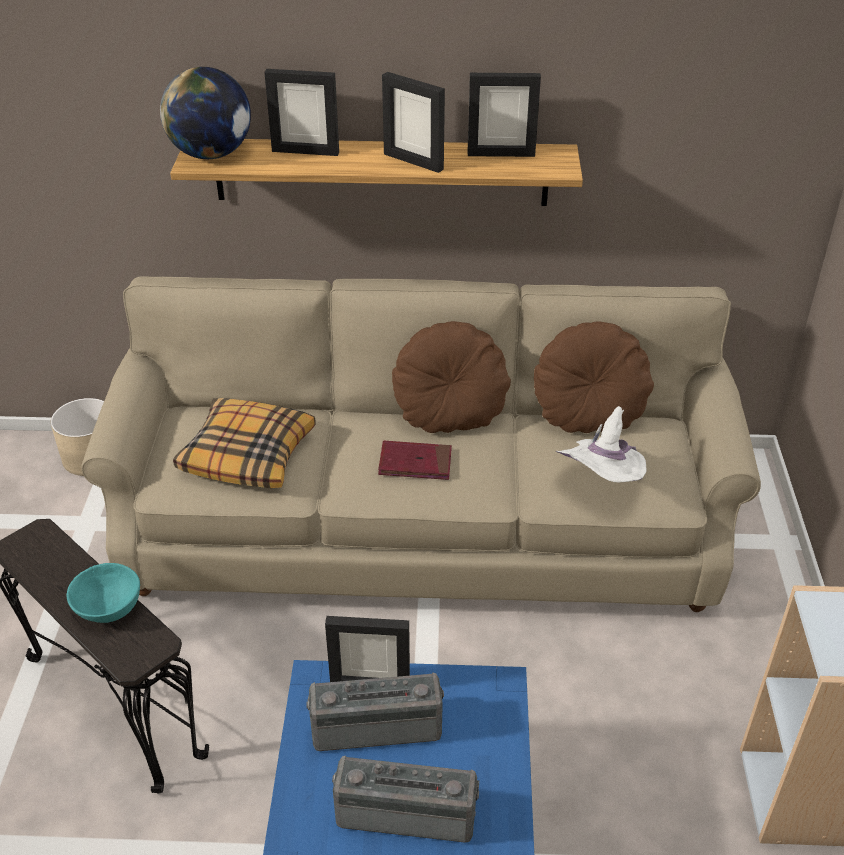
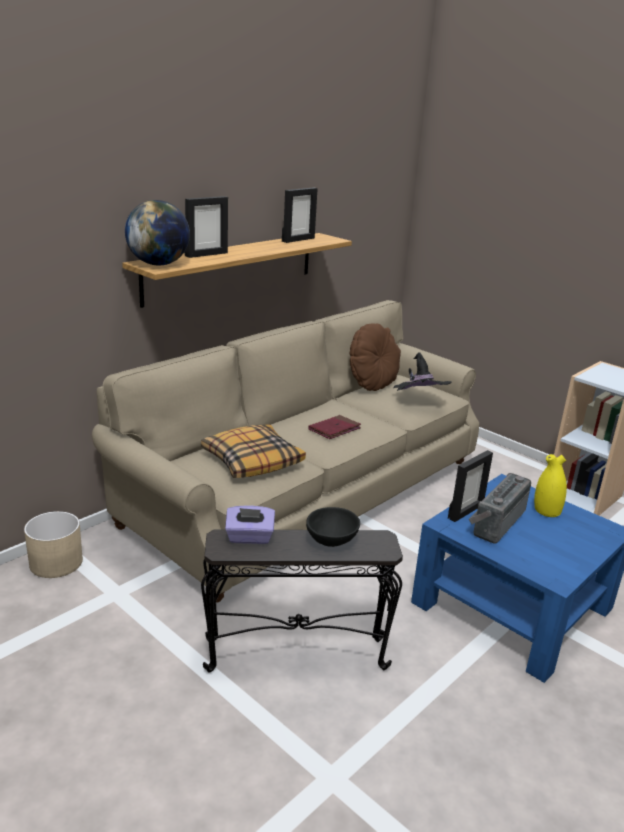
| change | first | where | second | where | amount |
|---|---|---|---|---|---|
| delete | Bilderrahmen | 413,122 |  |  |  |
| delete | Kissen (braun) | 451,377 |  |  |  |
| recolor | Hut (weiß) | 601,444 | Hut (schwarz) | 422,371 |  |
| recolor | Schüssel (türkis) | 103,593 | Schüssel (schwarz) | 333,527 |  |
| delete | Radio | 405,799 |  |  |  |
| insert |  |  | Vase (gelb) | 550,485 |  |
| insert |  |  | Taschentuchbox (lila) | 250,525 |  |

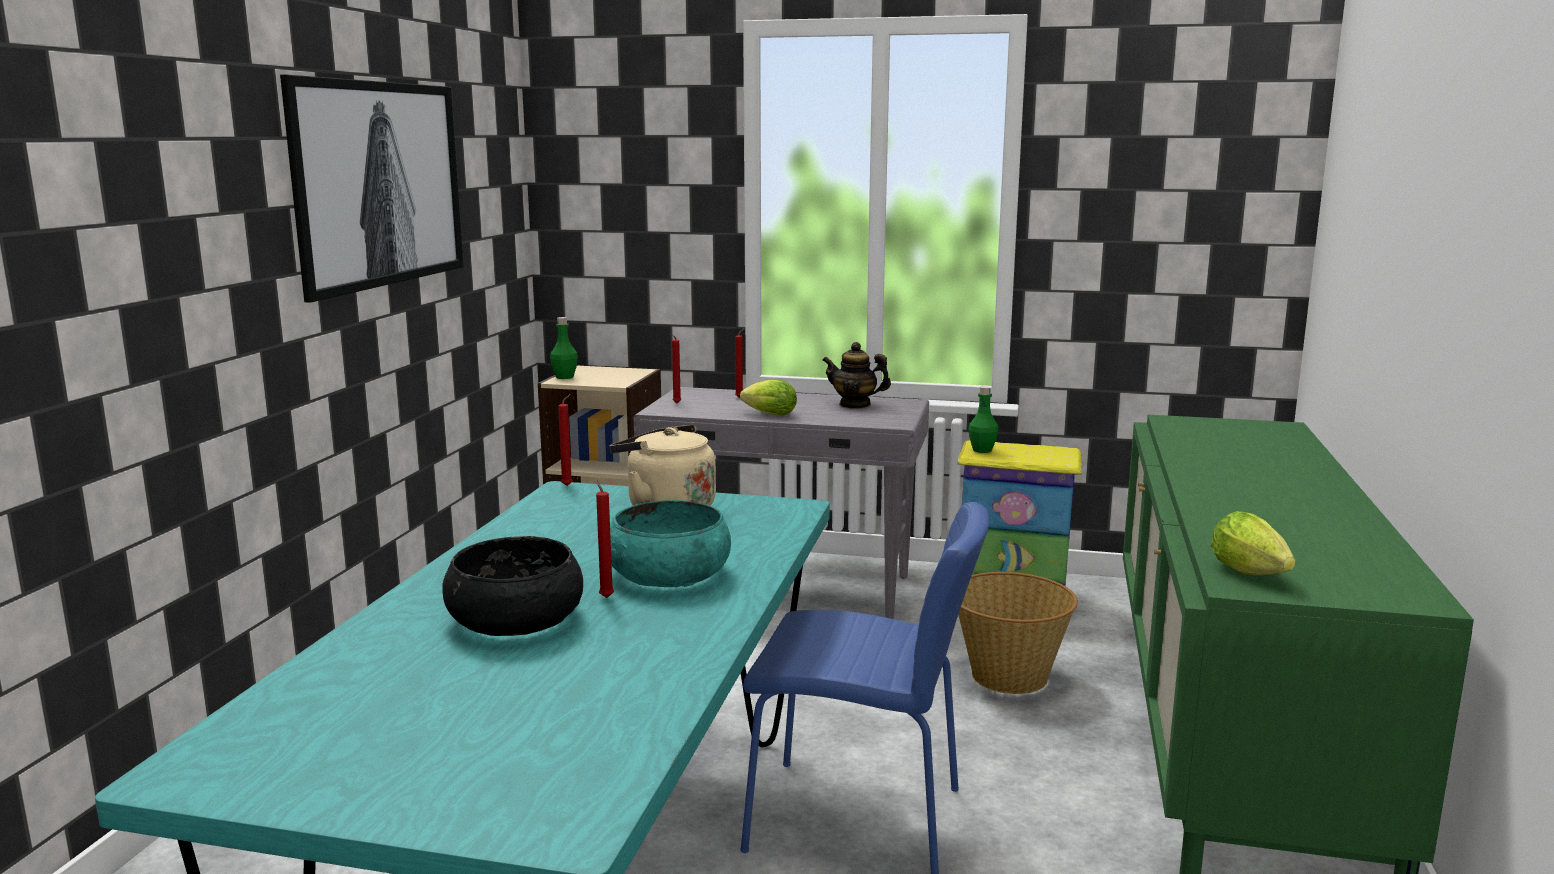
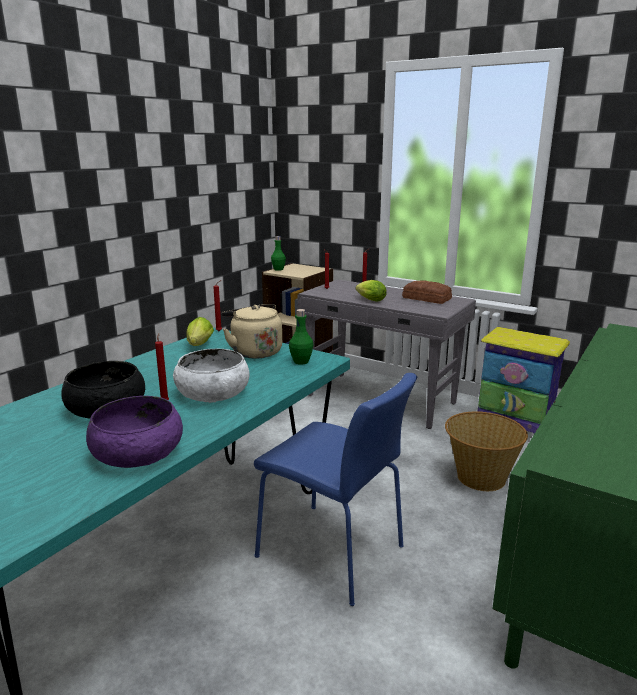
| change | first | where | second | where | amount |
|---|---|---|---|---|---|
| delete | Bild | 372,188 |  |  |  |
| replace | Teekanne | 856,375 | Brot | 427,292 |  |
| move | Flasche (grün) | 983,419 |  | 301,337 |  |
| recolor | Schüssel (türkis) | 670,543 | Schüssel (weiß) | 211,376 |  |
| move | Salatkopf | 1253,543 |  | 200,331 |  |
| insert |  |  | Schüssel (lila) | 134,432 |  |

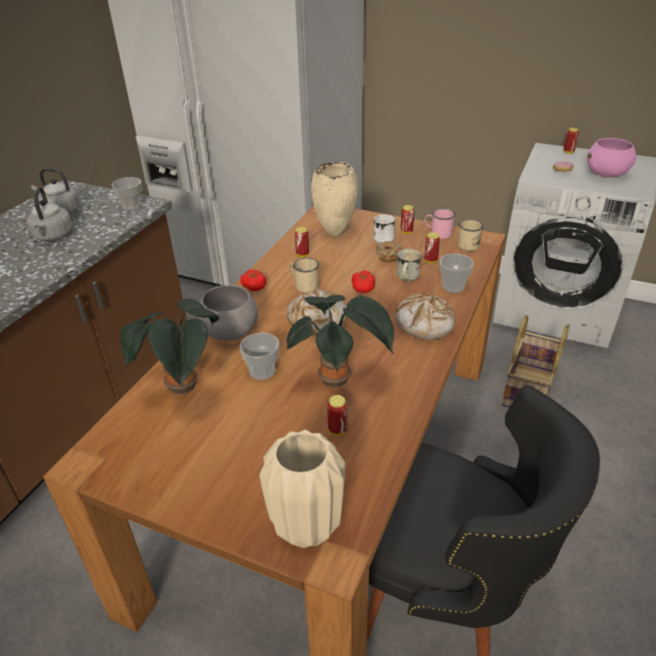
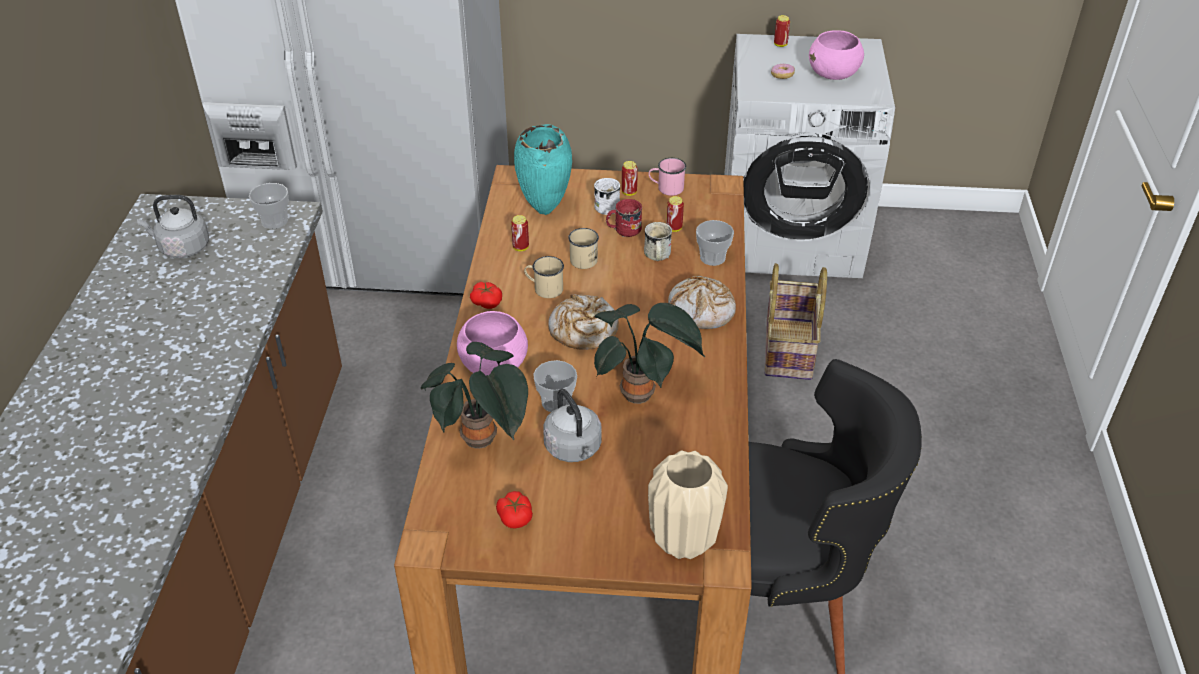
| change | first | where | second | where | amount |
|---|---|---|---|---|---|
| recolor | Vase (beige) | 334,199 | Vase (türkis) | 543,169 |  |
| move | Wasserkessel (grau) | 49,214 |  | 572,425 |  |
| move | Henkelbecher (beige) | 470,235 |  | 583,248 |  |
| replace | Donut | 389,251 | Henkelbecher (rot) | 624,218 |  |
| move | Tomate | 363,281 |  | 514,509 |  |
| recolor | Schüssel (grau) | 227,313 | Schüssel (rosa) | 492,343 |  |
| delete | Dose | 337,415 |  |  |  |

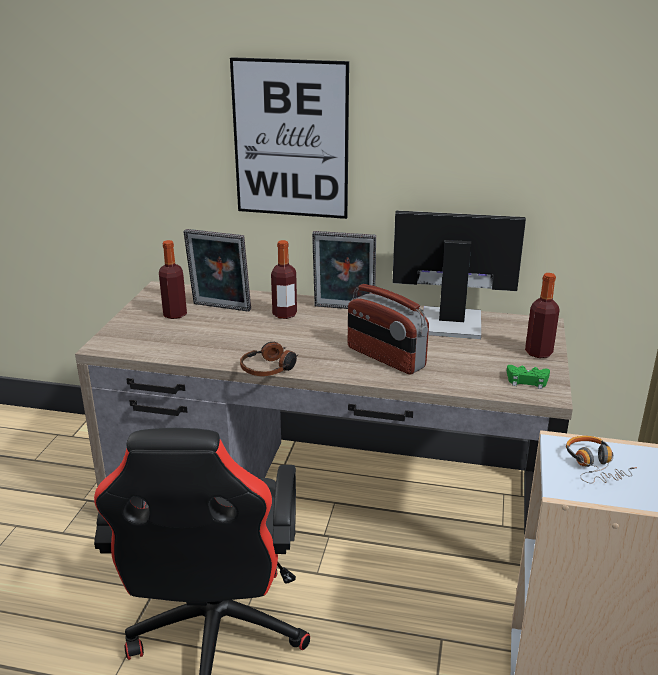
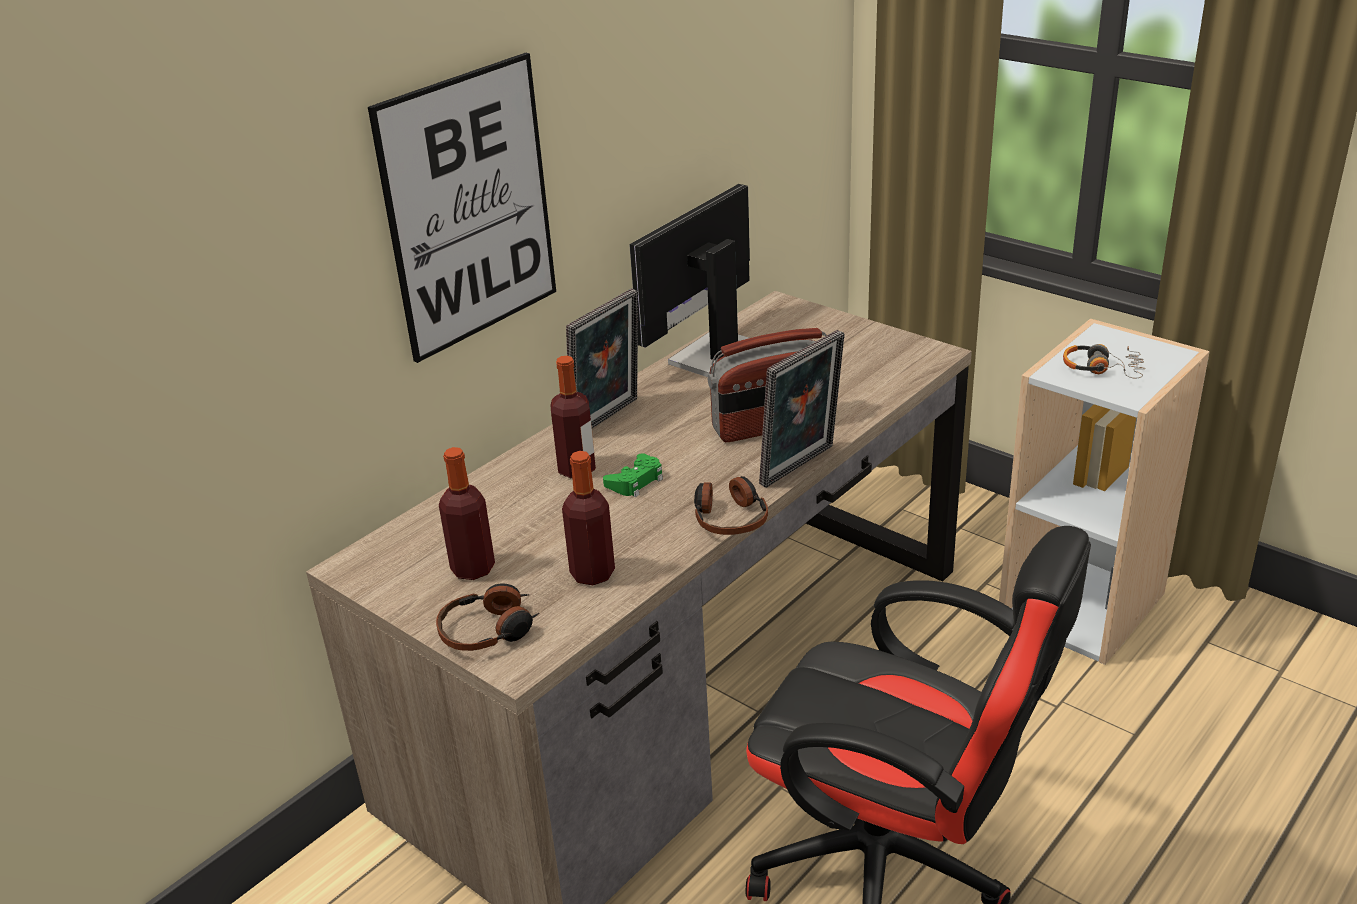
| change | first | where | second | where | amount |
|---|---|---|---|---|---|
| move | Bilderrahmen | 217,270 |  | 802,409 |  |
| move | Flasche | 542,315 |  | 588,518 |  |
| move | Gamepad (grün) | 528,377 |  | 633,475 |  |
| insert |  |  | Kopfhörer | 487,617 |  |

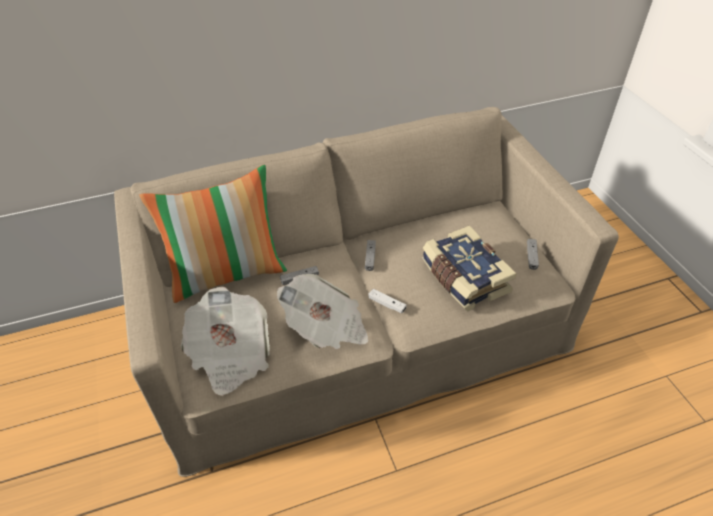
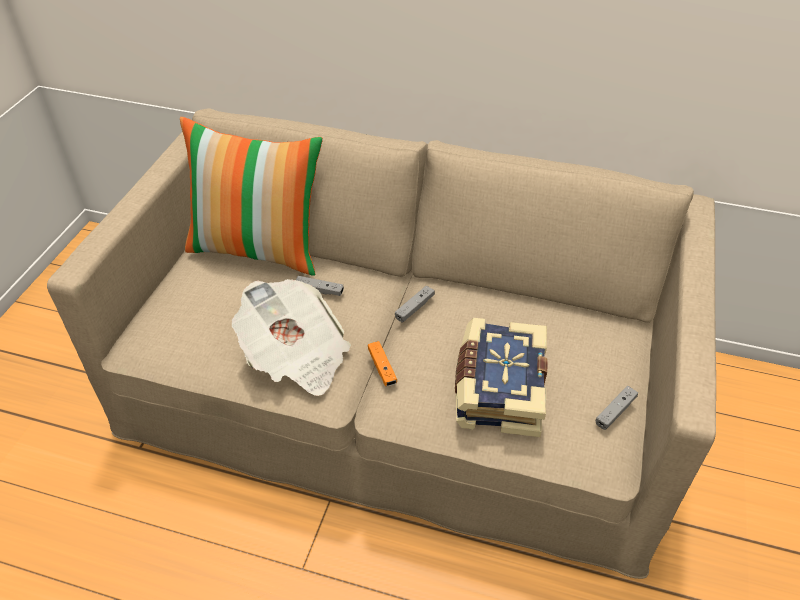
| change | first | where | second | where | amount |
|---|---|---|---|---|---|
| delete | Zeitung | 225,341 |  |  |  |
| recolor | Gamepad (weiß) | 387,301 | Gamepad (orange) | 382,363 |  |

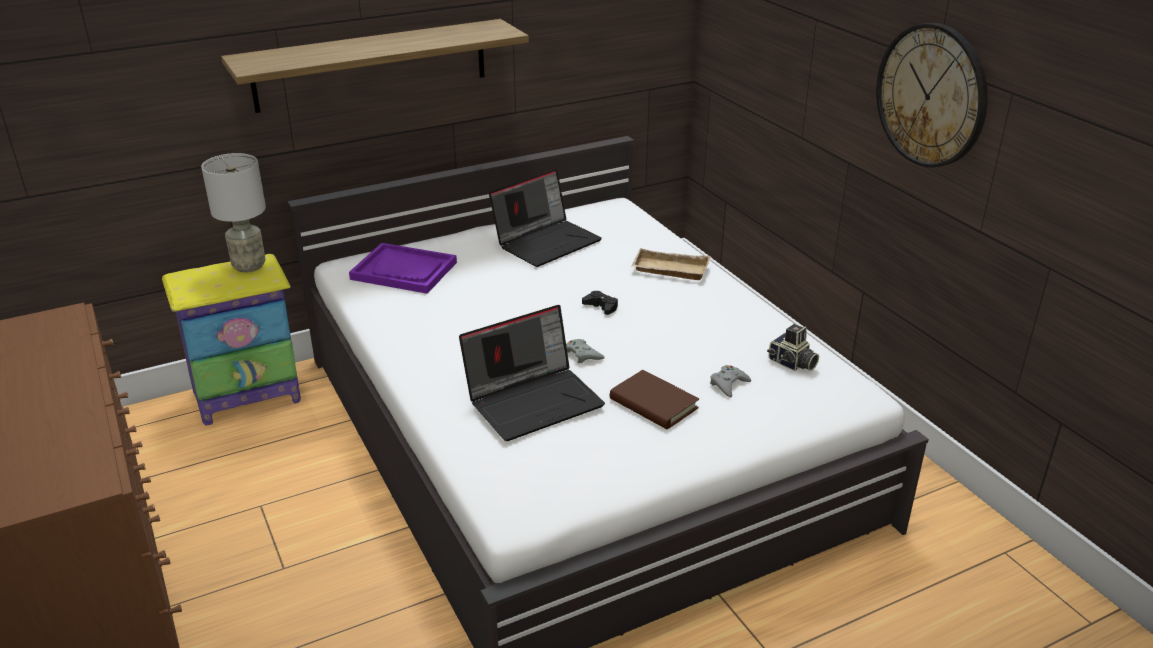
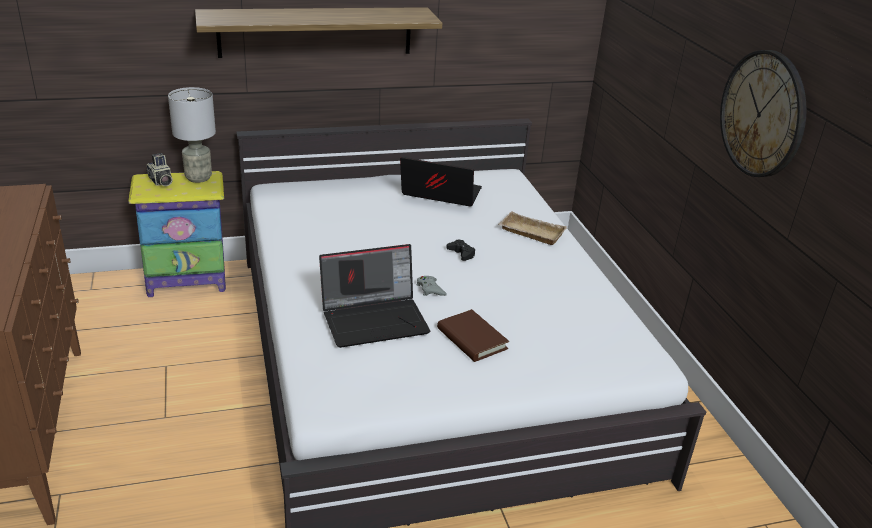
| change | first | where | second | where | amount |
|---|---|---|---|---|---|
| rotate | Laptop | 545,218 |  | 441,181 | 135 degrees counterclockwise |
| delete | Tablett (lila) | 403,268 |  |  |  |
| move | Kamera | 793,347 |  | 159,169 |  |
| delete | Gamepad (grau) | 730,381 |  |  |  |

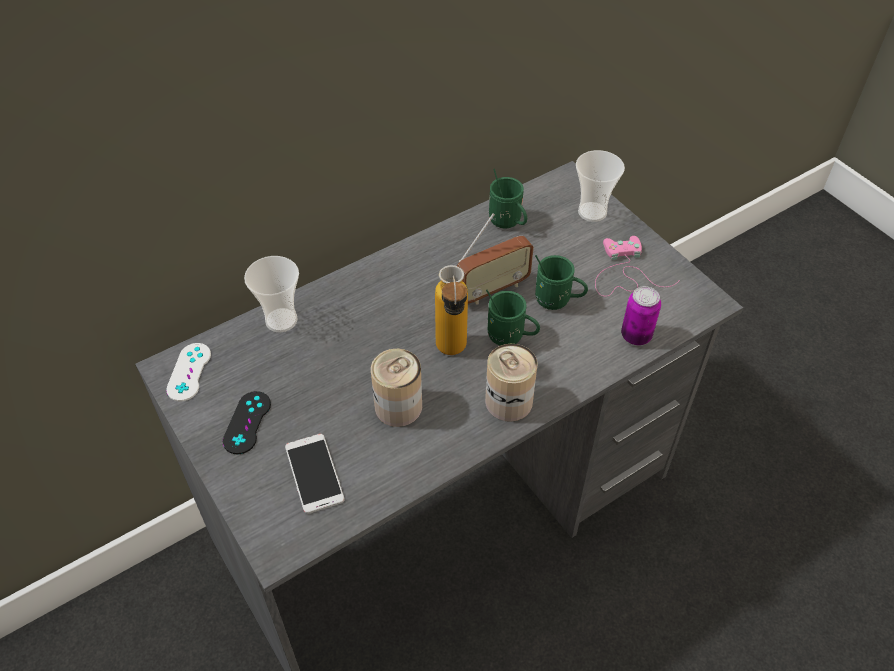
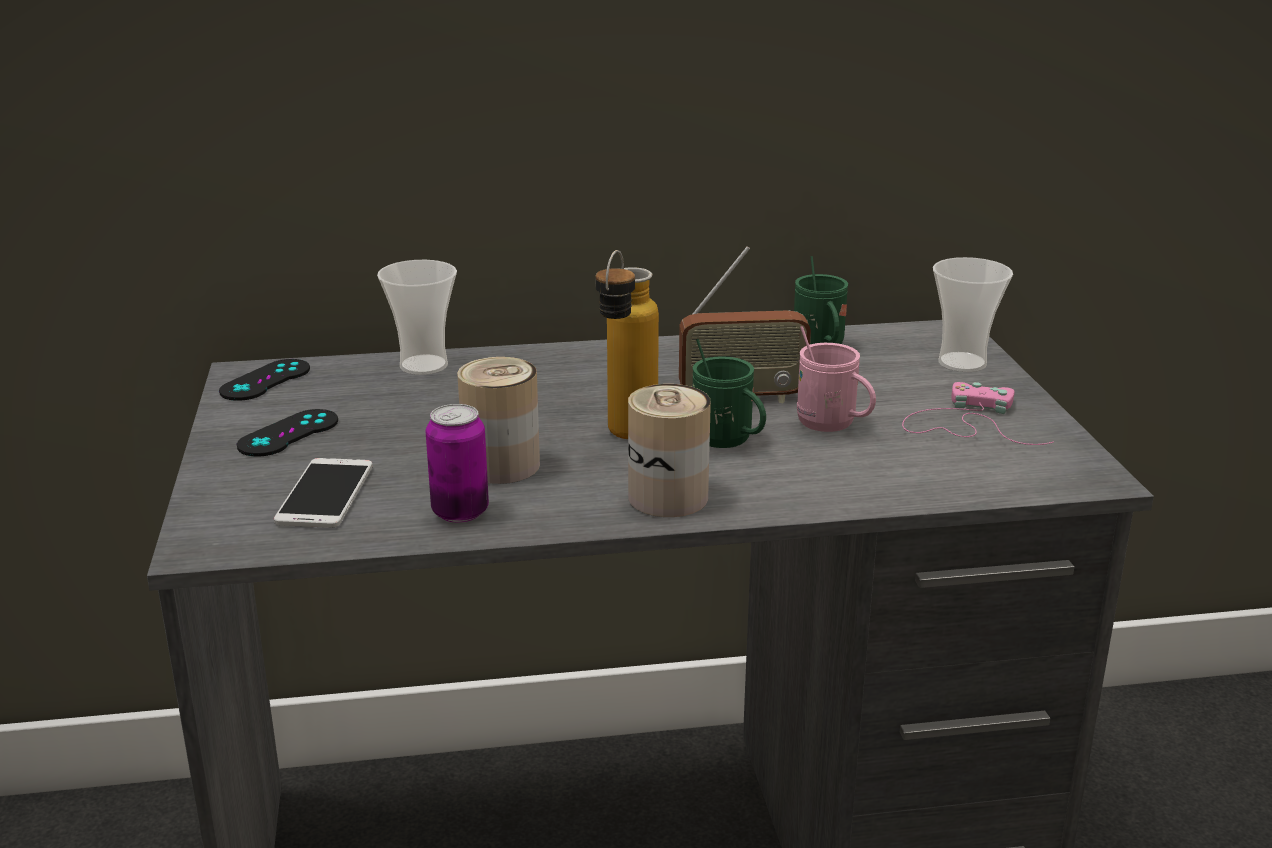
| change | first | where | second | where | amount |
|---|---|---|---|---|---|
| recolor | Henkelbecher (grün) | 561,282 | Henkelbecher (rosa) | 836,379 |  |
| move | Dose | 641,315 |  | 457,463 |  |
| recolor | Gamepad (weiß) | 188,372 | Gamepad (schwarz) | 264,380 |  |

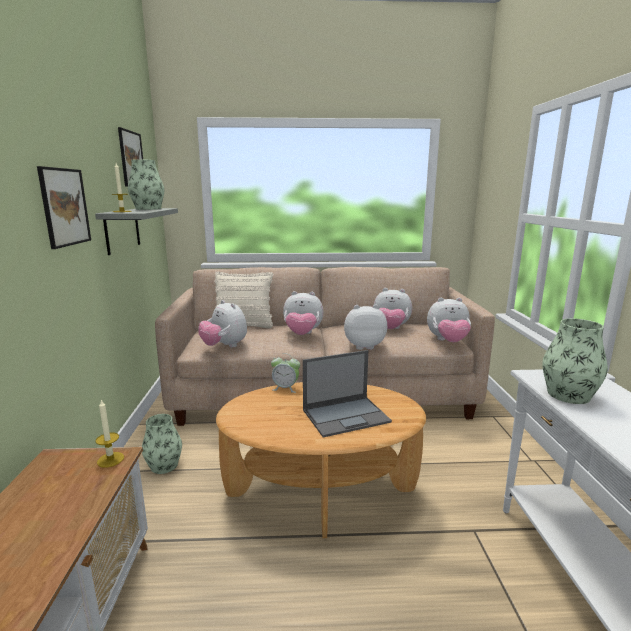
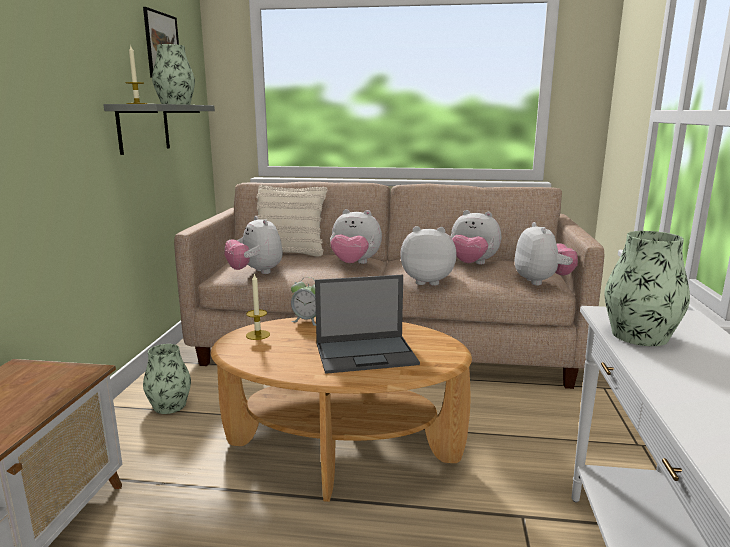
| change | first | where | second | where | amount |
|---|---|---|---|---|---|
| delete | Bild | 64,207 |  |  |  |
| rotate | Plüschtier | 449,320 |  | 546,253 | 105 degrees counterclockwise |
| move | Kerze | 109,434 |  | 258,306 |  |

